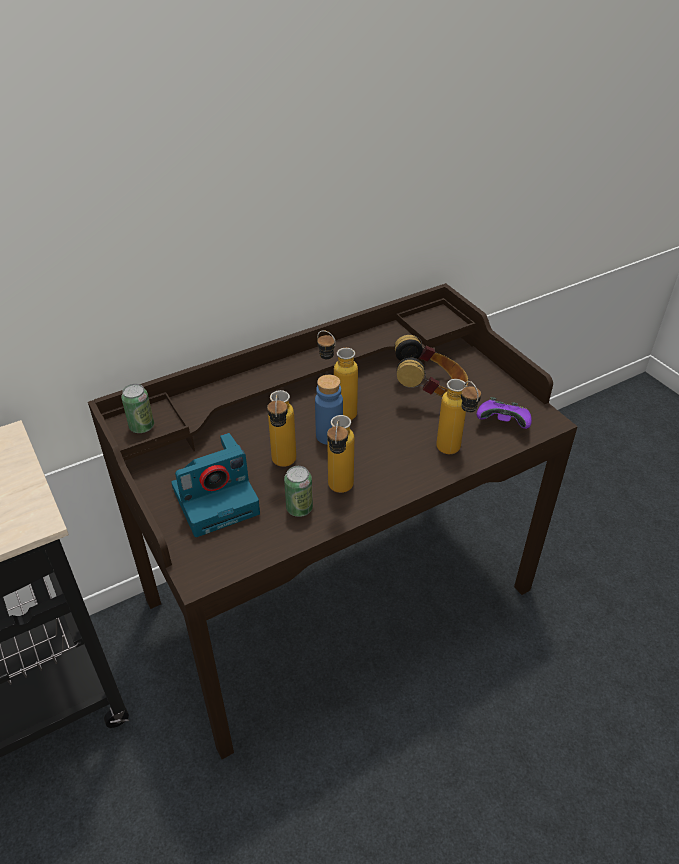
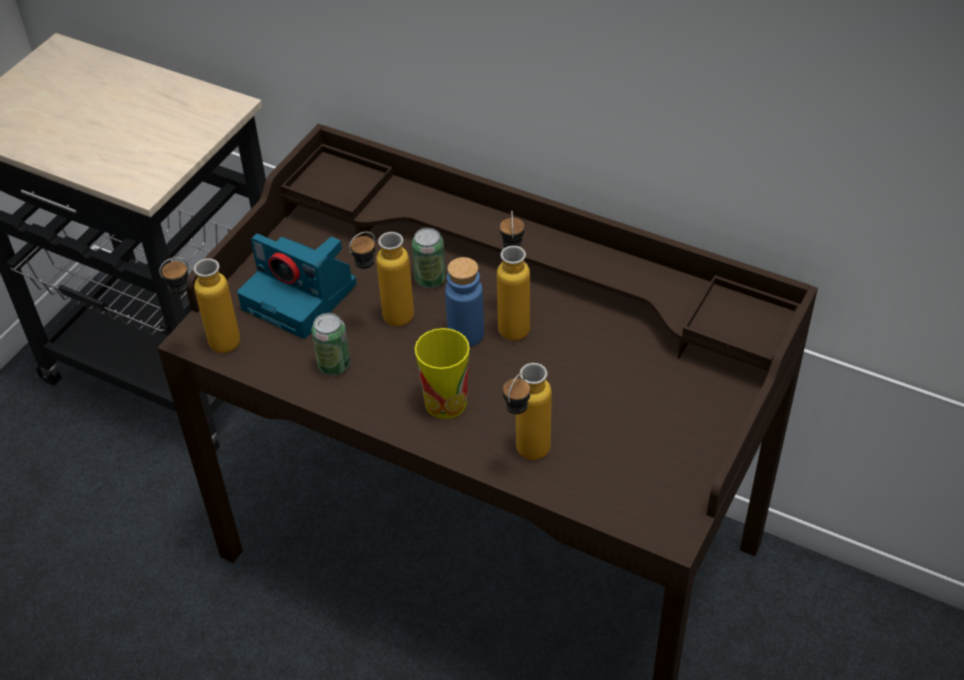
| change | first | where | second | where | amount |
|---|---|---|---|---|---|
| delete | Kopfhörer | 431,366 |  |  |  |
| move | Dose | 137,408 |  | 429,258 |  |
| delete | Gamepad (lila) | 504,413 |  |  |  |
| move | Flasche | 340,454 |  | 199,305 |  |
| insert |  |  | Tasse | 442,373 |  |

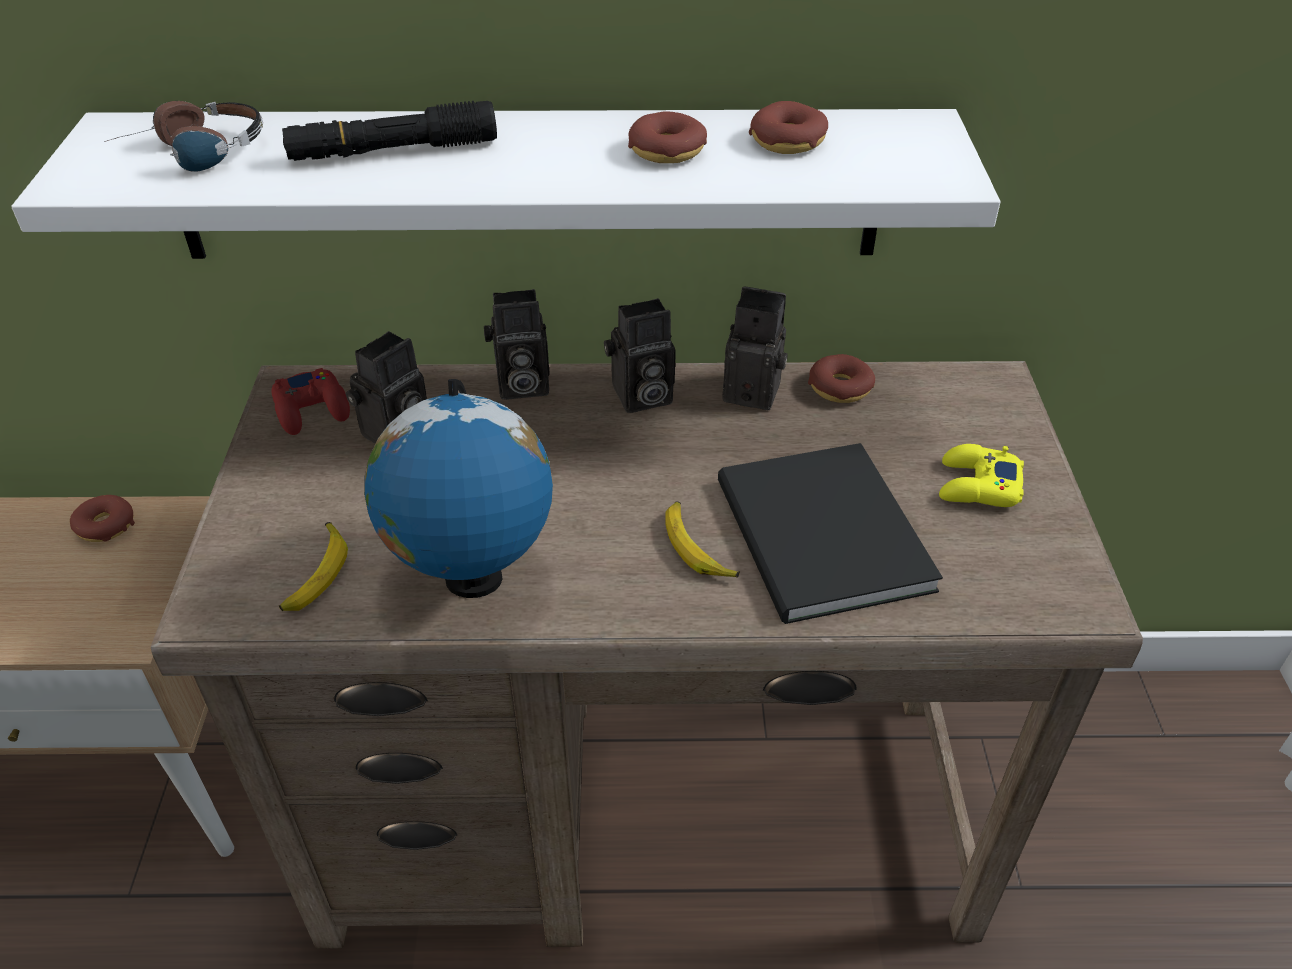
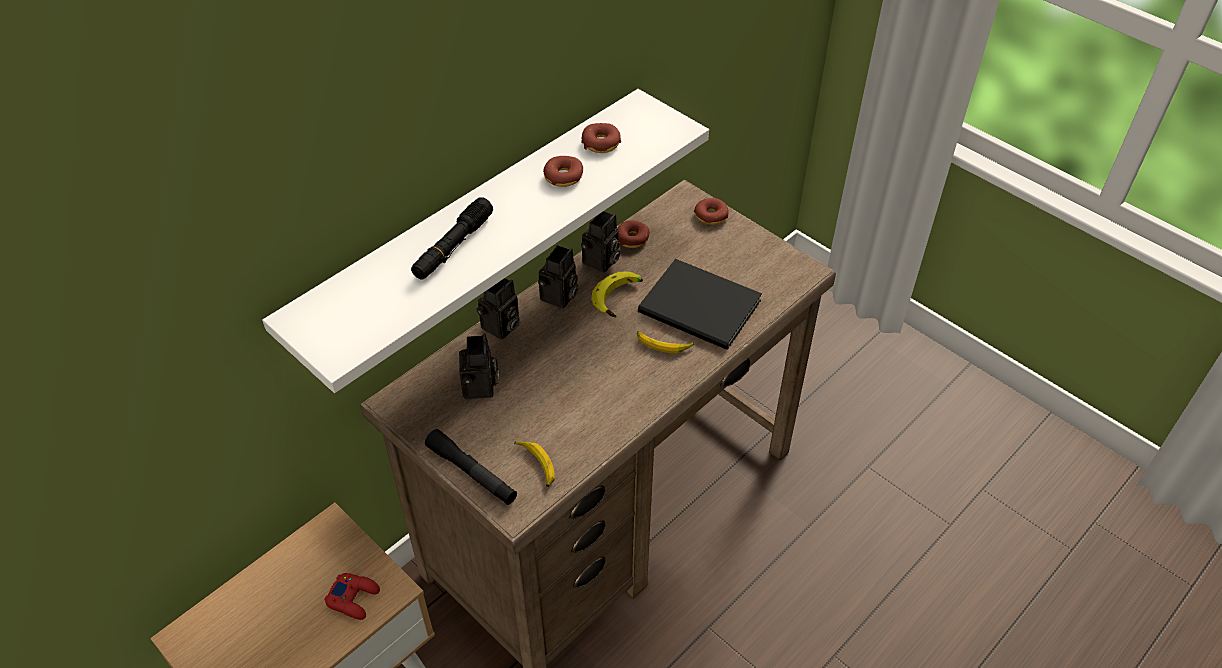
| change | first | where | second | where | amount |
|---|---|---|---|---|---|
| delete | Kopfhörer | 183,136 |  |  |  |
| rotate | Kamera | 755,348 |  | 600,242 | 150 degrees clockwise |
| move | Gamepad (rot) | 310,401 |  | 352,596 |  |
| delete | Globus | 458,488 |  |  |  |
| delete | Gamepad (gelb) | 981,475 |  |  |  |
| move | Donut | 102,518 |  | 711,211 |  |
| insert |  |  | Banane | 617,294 |  |
| insert |  |  | Taschenlampe (schwarz) | 471,467 |  |

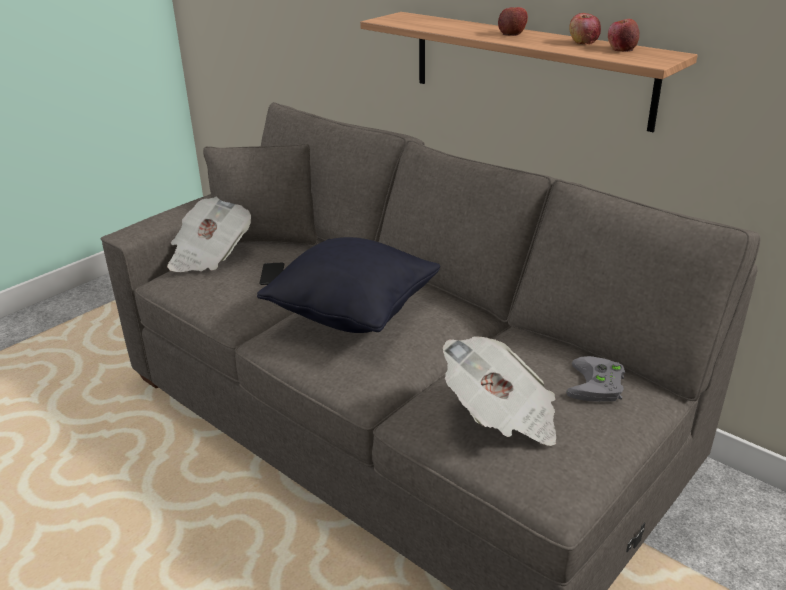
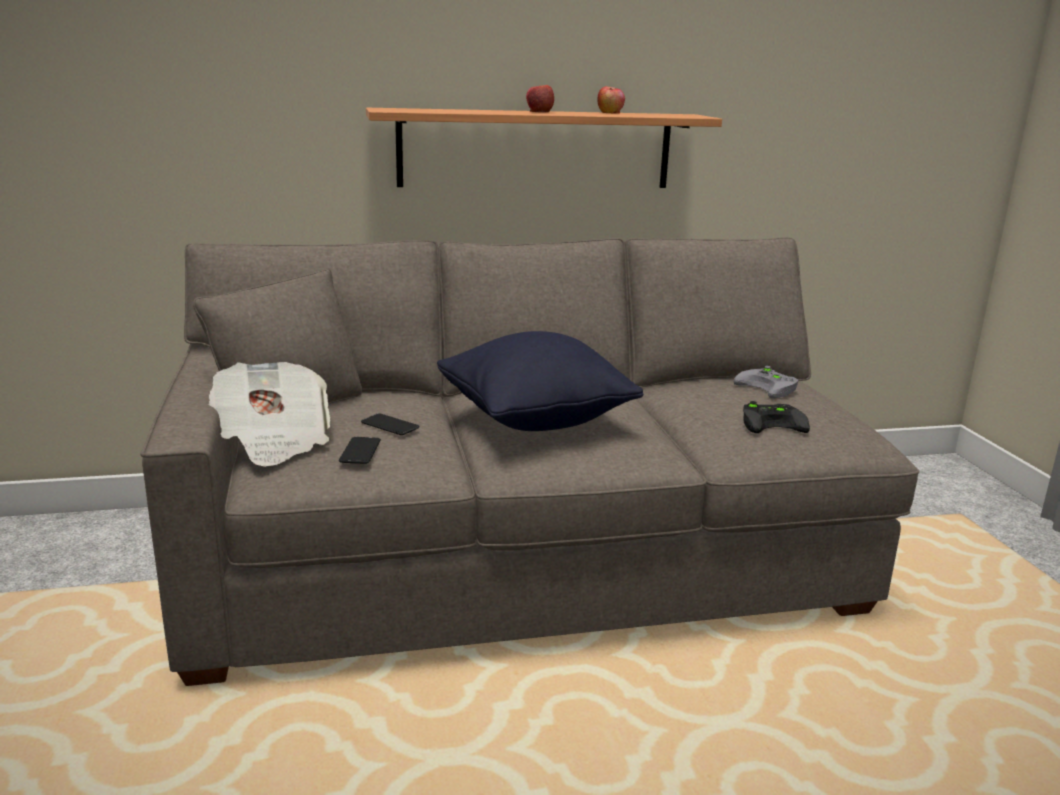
| change | first | where | second | where | amount |
|---|---|---|---|---|---|
| delete | Apfel | 623,35 |  |  |  |
| replace | Zeitung | 499,391 | Gamepad (schwarz) | 776,417 |  |
| insert |  |  | Handy | 360,450 |  |

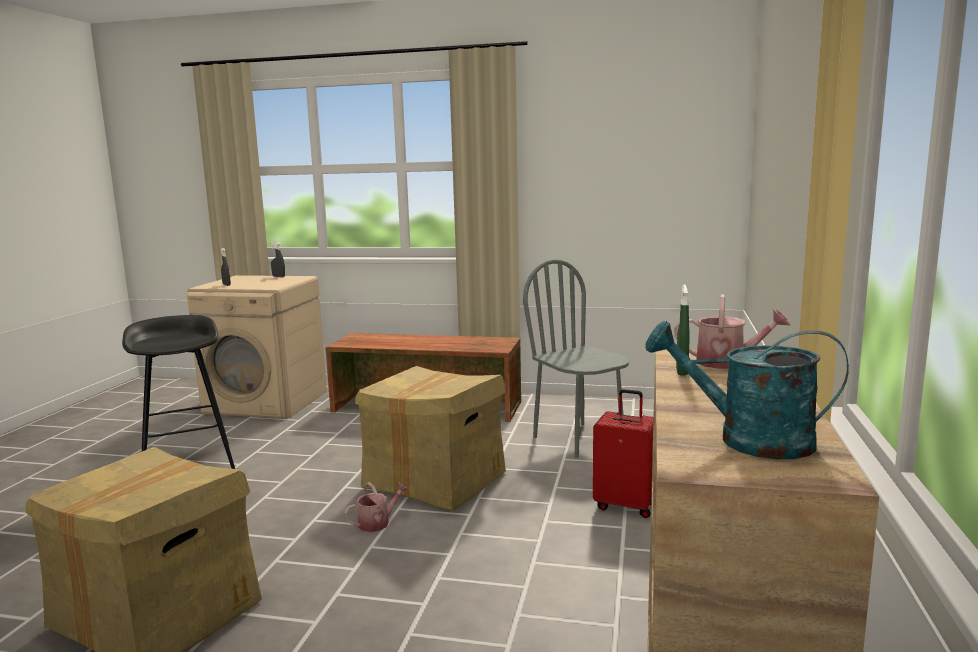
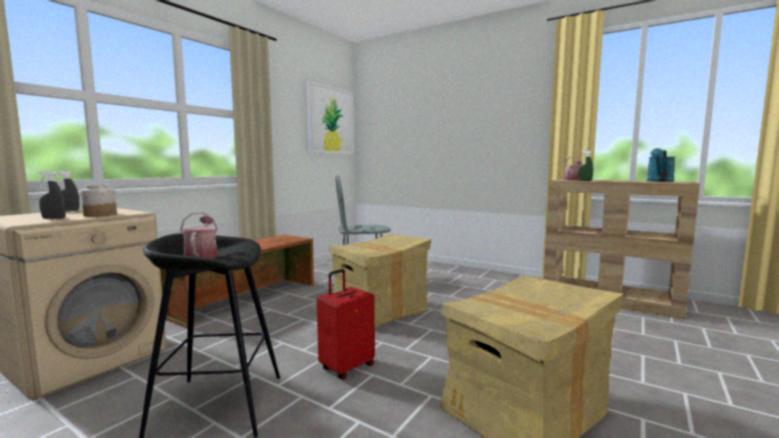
| change | first | where | second | where | amount |
|---|---|---|---|---|---|
| move | Koffer (rot) | 623,453 |  | 346,324 |  |
| move | Gießkanne | 376,507 |  | 199,235 |  |
| insert |  |  | Bild | 330,117 |  |
| insert |  |  | Vorratsglas | 98,201 |  |

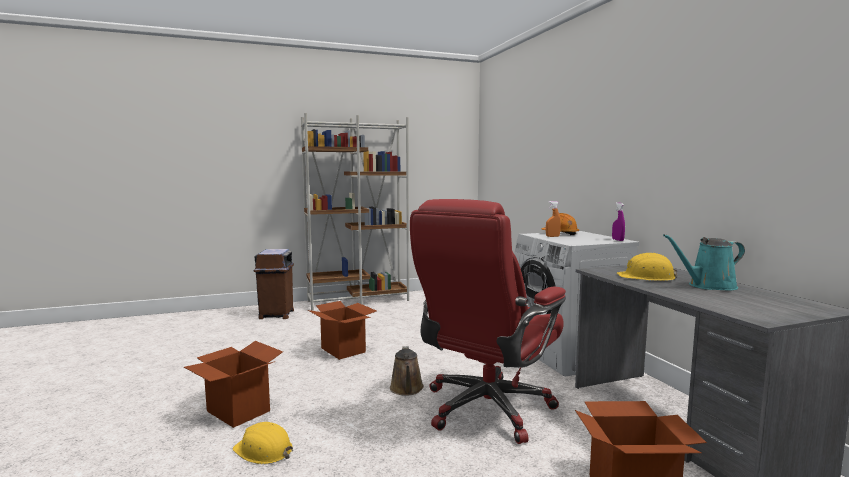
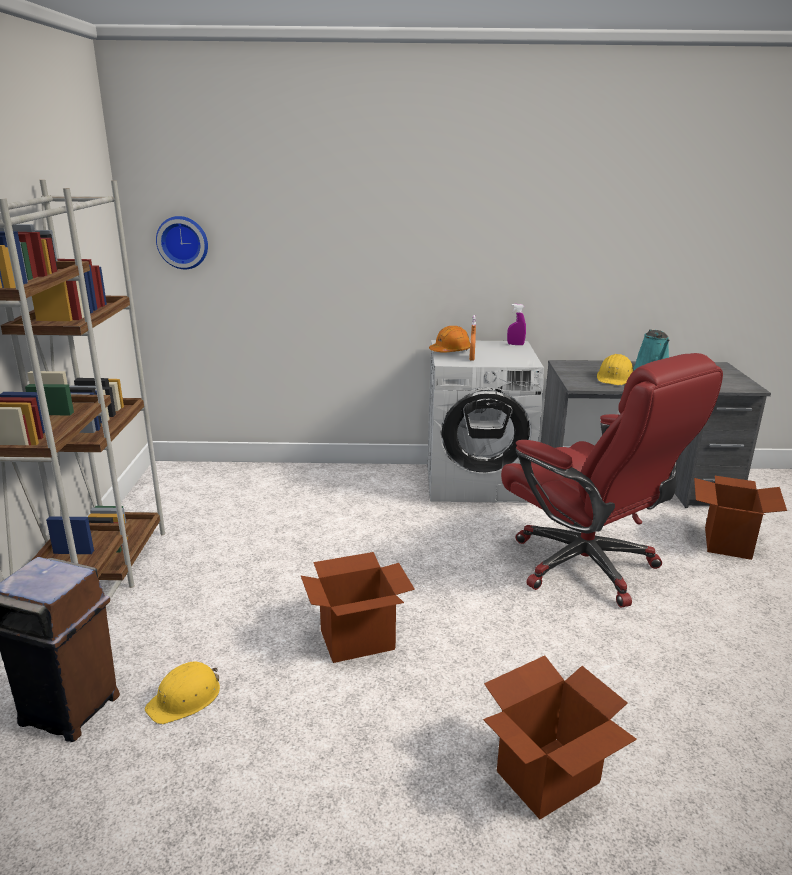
| change | first | where | second | where | amount |
|---|---|---|---|---|---|
| delete | Gießkanne (braun) | 407,370 |  |  |  |
| move | Schutzhelm (gelb) | 263,443 |  | 182,692 |  |
| insert |  |  | Wanduhr | 182,242 |  |

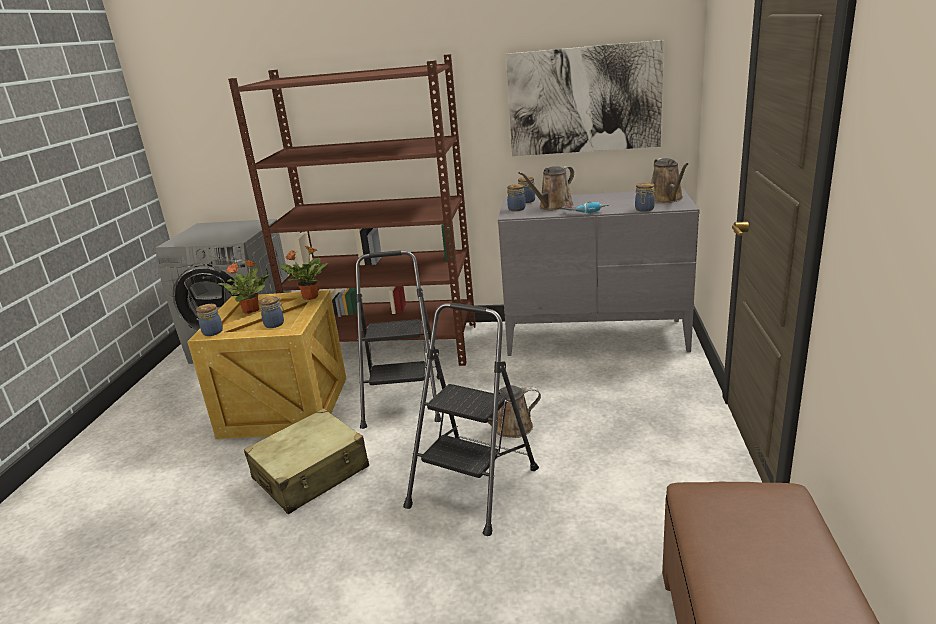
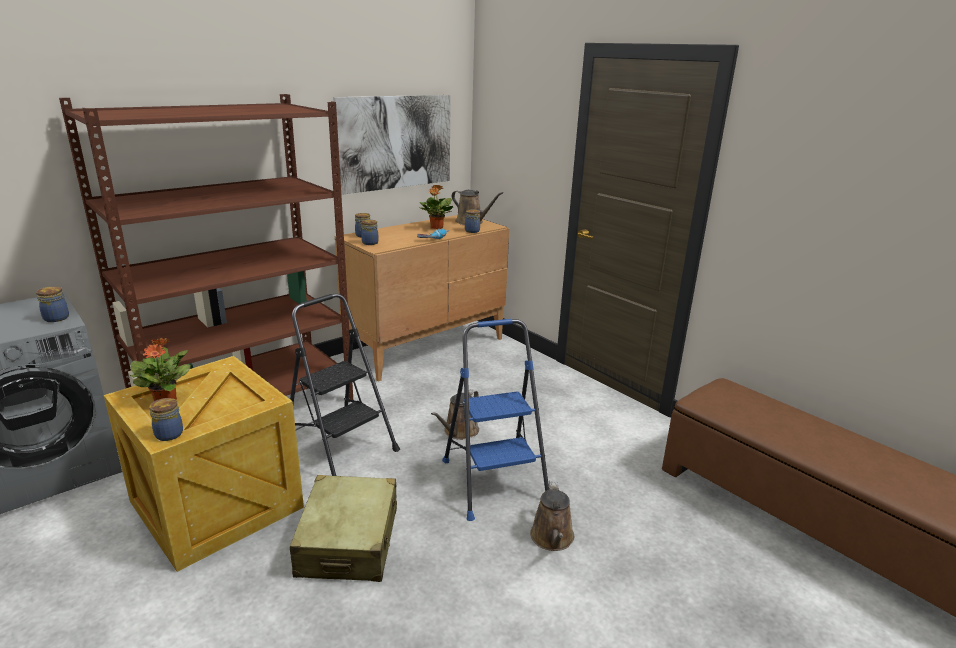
| change | first | where | second | where | amount |
|---|---|---|---|---|---|
| move | Gießkanne (braun) | 546,188 |  | 552,516 |  |
| recolor | Schrank (grau) | 599,272 | Schrank (braun) | 422,298 |  |
| move | Topfpflanze | 304,273 |  | 436,207 |  |
| move | Vorratsglas | 272,312 |  | 52,304 |  |
| recolor | Trittleiter (schwarz) | 471,419 | Trittleiter (blau) | 495,420 |  |

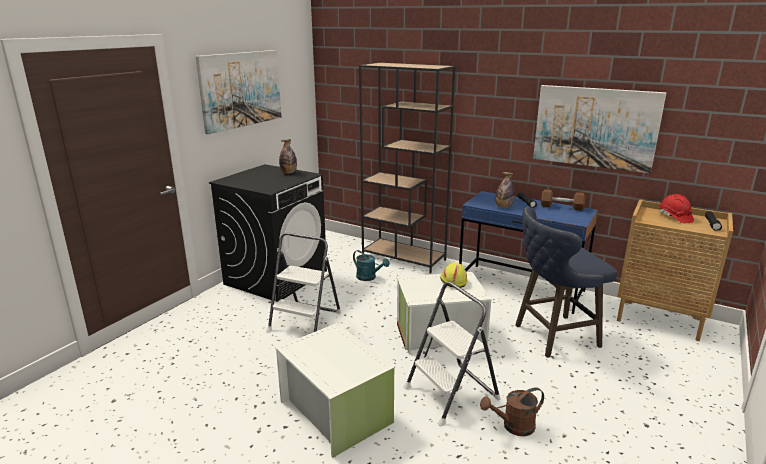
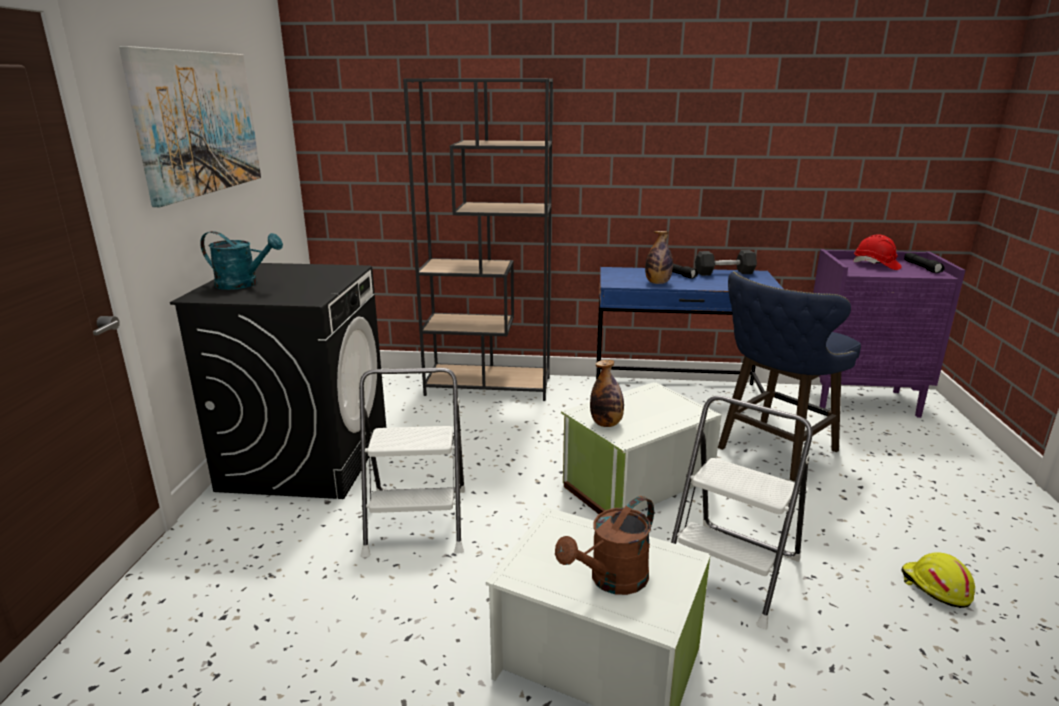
| change | first | where | second | where | amount |
|---|---|---|---|---|---|
| delete | Bild | 599,129 |  |  |  |
| move | Flasche | 288,156 |  | 607,393 |  |
| recolor | Hantel (braun) | 563,200 | Hantel (grau) | 726,263 |  |
| recolor | Schrank (braun) | 675,270 | Schrank (lila) | 889,333 |  |
| move | Gießkanne (türkis) | 371,265 |  | 241,260 |  |
| move | Schutzhelm (gelb) | 454,275 |  | 938,580 |  |
| move | Gießkanne (braun) | 512,411 |  | 604,545 |  |

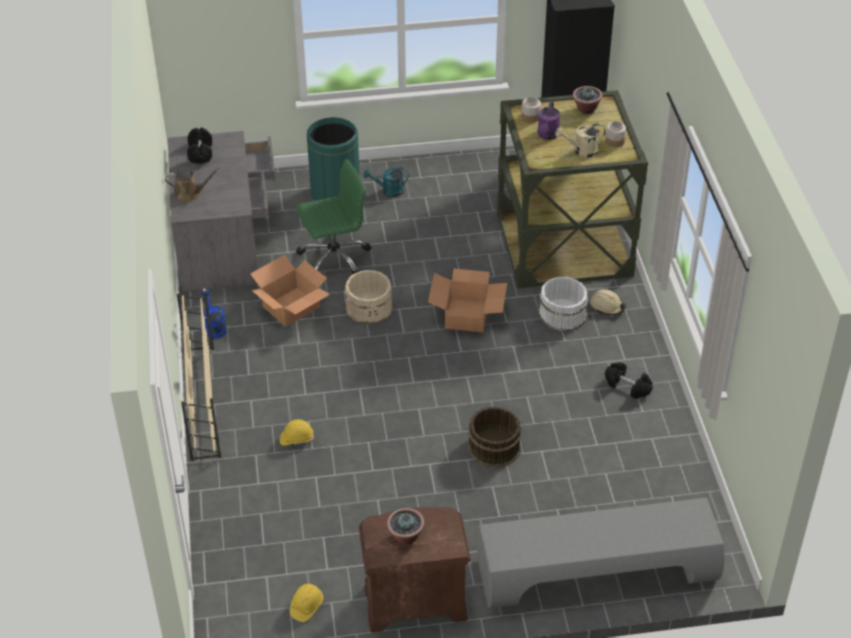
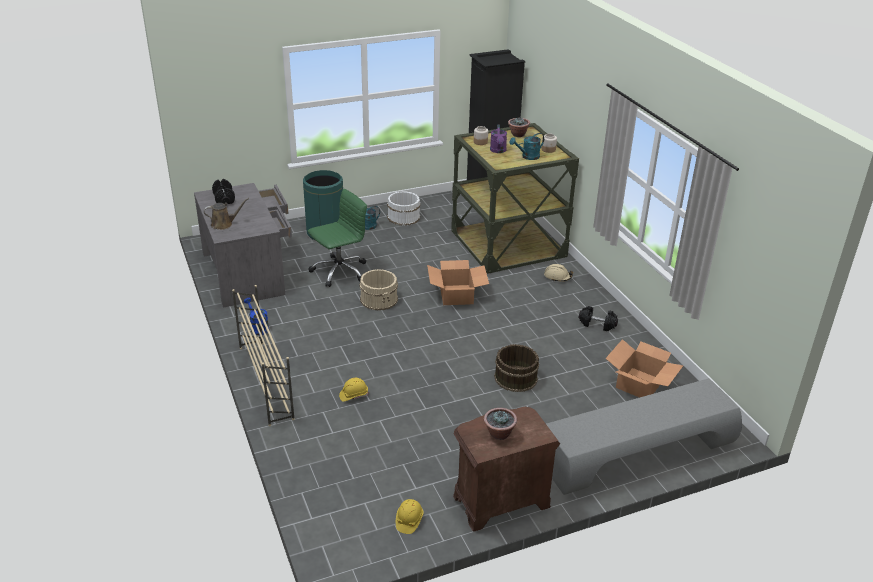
| change | first | where | second | where | amount |
|---|---|---|---|---|---|
| recolor | Gießkanne (beige) | 580,140 | Gießkanne (türkis) | 526,146 |  |
| move | Karton | 290,291 |  | 644,368 |  |
| move | Eimer (weiß) | 563,303 |  | 403,208 |  |

